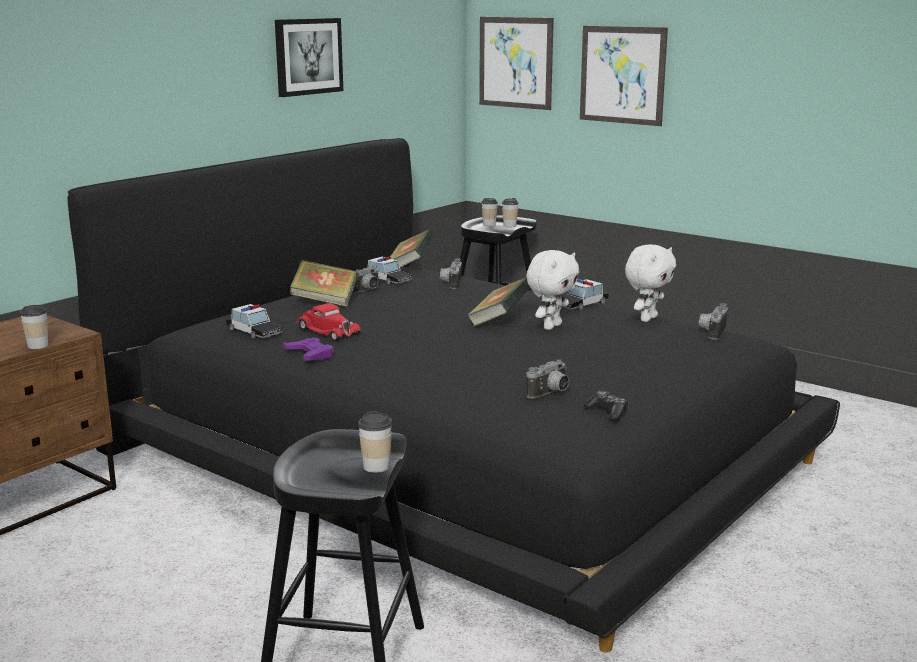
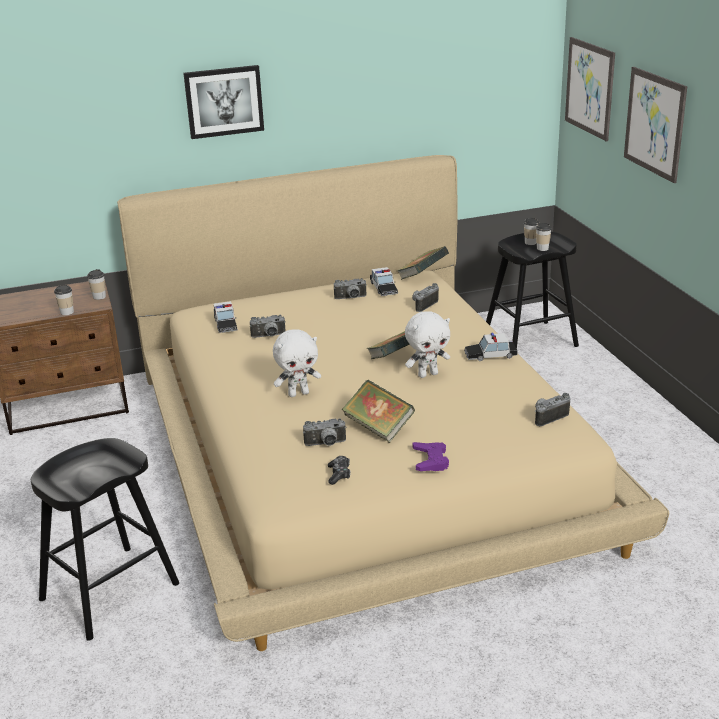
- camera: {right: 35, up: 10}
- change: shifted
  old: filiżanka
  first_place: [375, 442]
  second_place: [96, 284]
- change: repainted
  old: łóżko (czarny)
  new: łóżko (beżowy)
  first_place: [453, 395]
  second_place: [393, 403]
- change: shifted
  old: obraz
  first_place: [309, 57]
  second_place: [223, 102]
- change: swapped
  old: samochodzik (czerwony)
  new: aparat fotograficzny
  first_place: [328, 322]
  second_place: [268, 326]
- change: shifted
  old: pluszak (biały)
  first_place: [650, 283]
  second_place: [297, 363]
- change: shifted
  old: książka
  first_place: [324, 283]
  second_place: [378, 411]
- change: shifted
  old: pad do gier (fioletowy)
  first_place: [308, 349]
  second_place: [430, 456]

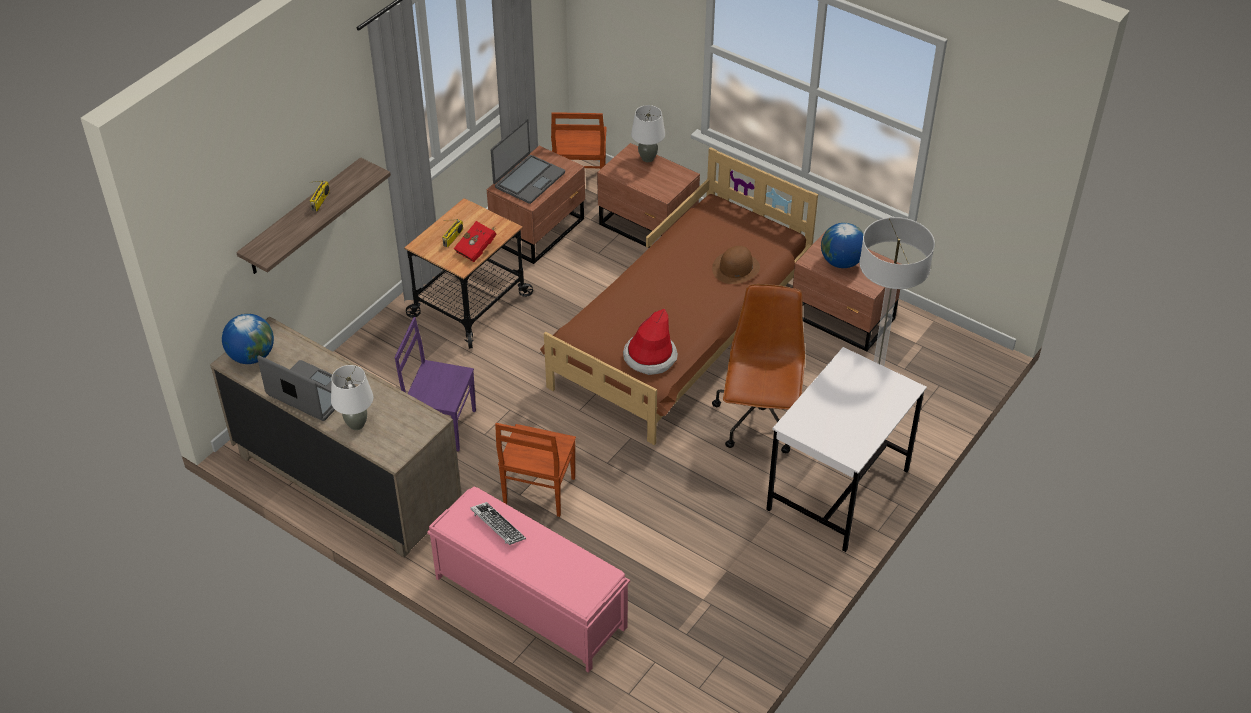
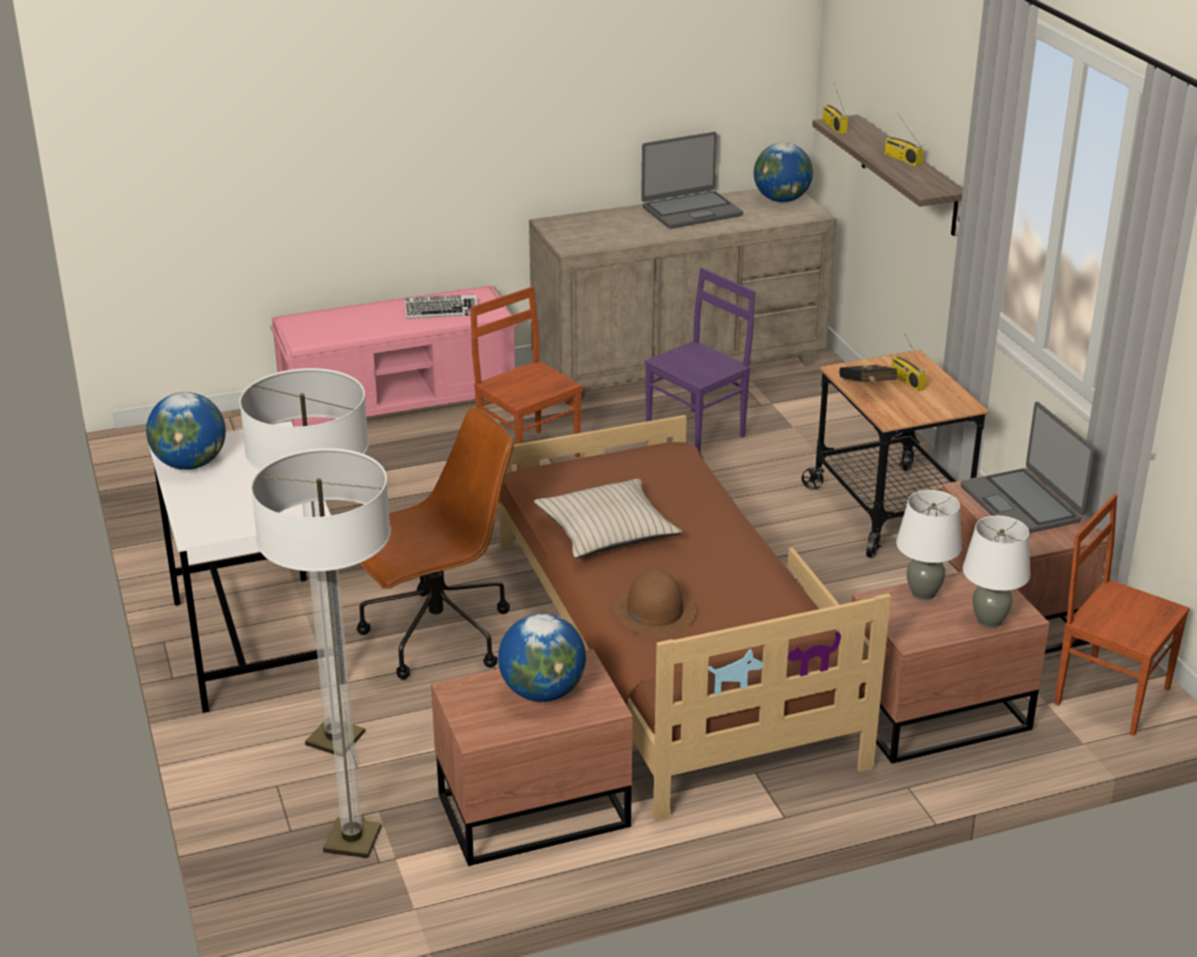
- camera: {right: 125, up: -15}
- change: new
  new: globus
  second_place: [186, 431]
- change: new
  new: lampa stojąca
  second_place: [321, 653]
- change: rotated
  old: krzesło biurowe (brązowy)
  first_place: [758, 368]
  second_place: [435, 543]
  degrees: -75
- change: new
  new: poduszka (beżowy)
  second_place: [608, 518]
- change: new
  new: radio
  second_place: [835, 109]
- change: repainted
  old: książka (czerwony)
  new: książka (czarny)
  first_place: [475, 241]
  second_place: [868, 373]
- change: shifted
  old: lampa stołowa (biały)
  first_place: [352, 397]
  second_place: [929, 545]
- change: gone
  old: kapelusz
  first_place: [650, 342]

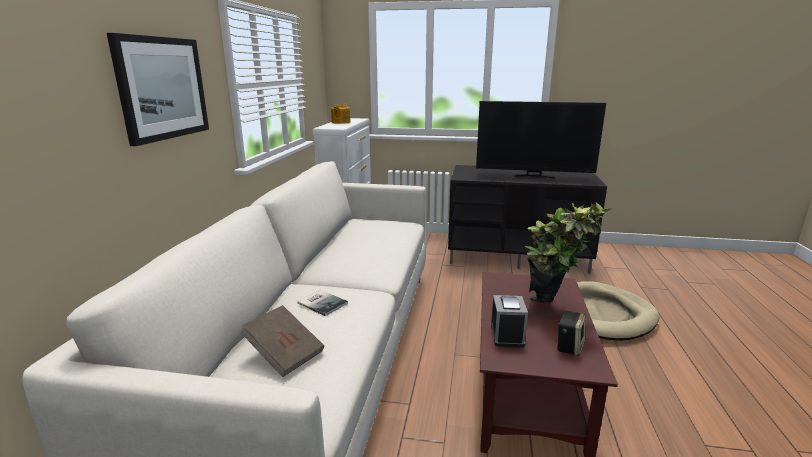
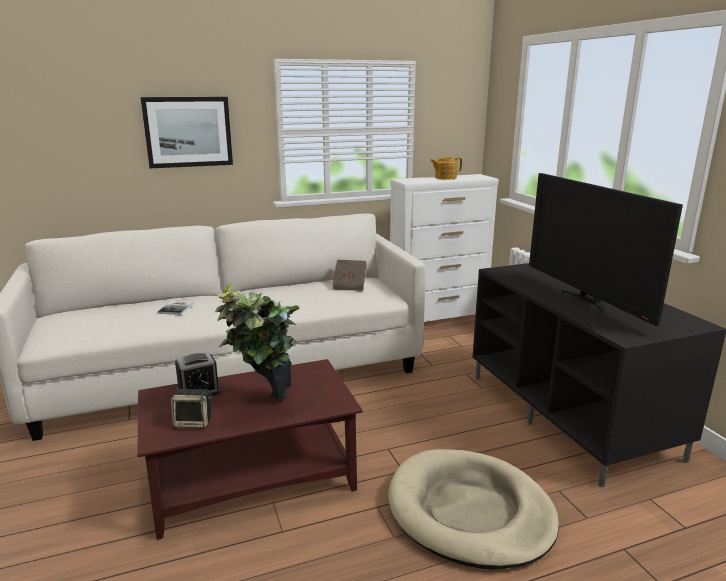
- camera: {right: 60, up: 0}
- change: shifted
  old: książka (brązowy)
  first_place: [282, 341]
  second_place: [349, 275]

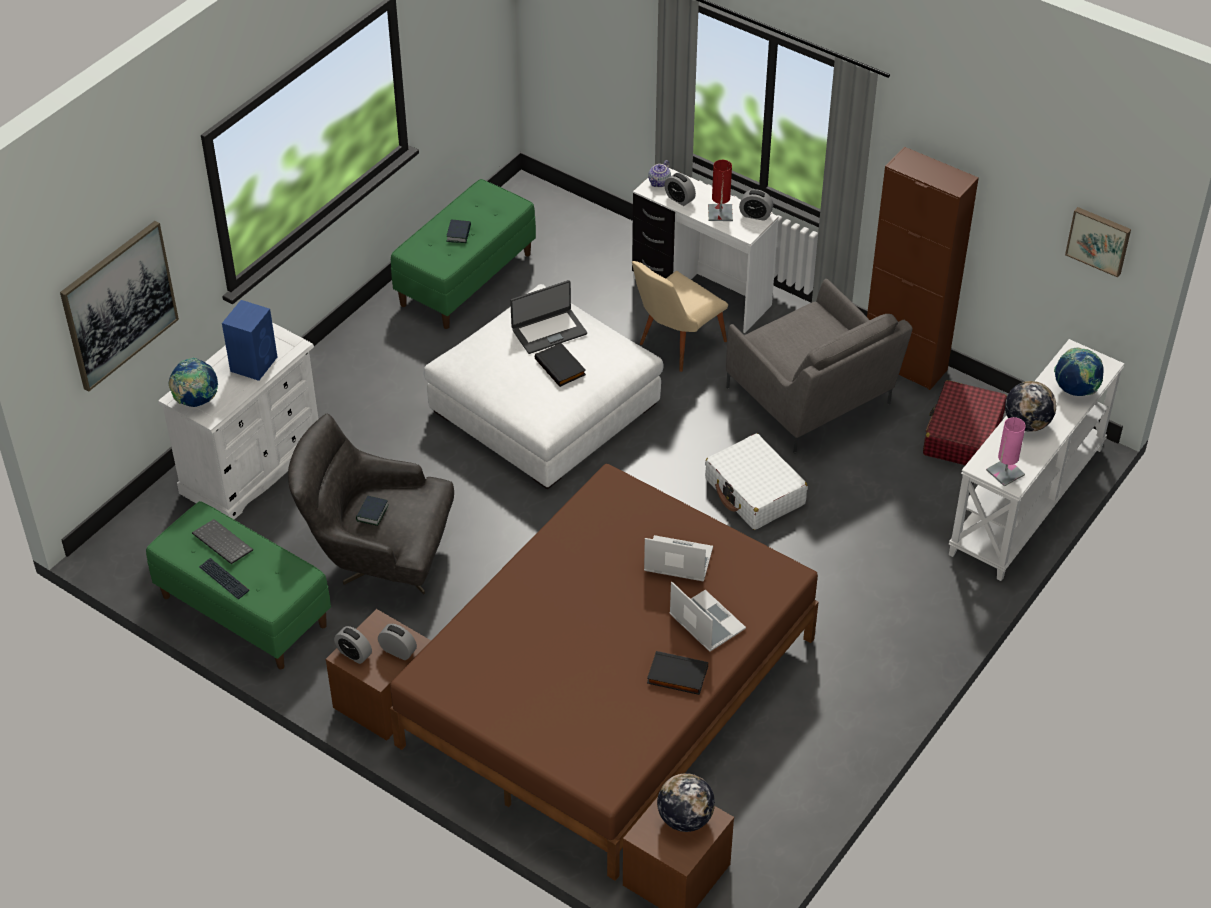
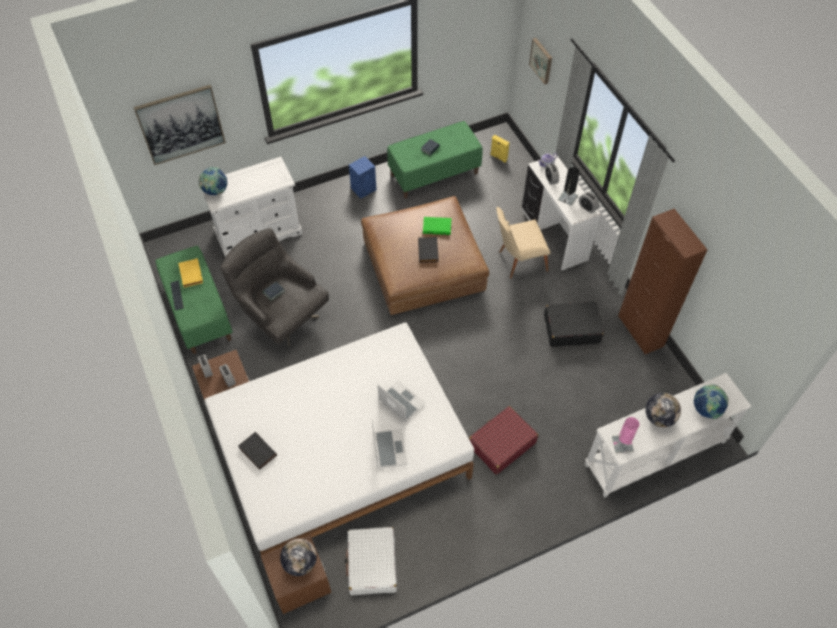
- camera: {right: 30, up: 10}
- change: swapped
  old: klawiatura
  new: książka (żółty)
  first_place: [222, 541]
  second_place: [190, 273]
- change: repainted
  old: łóżko (brązowy)
  new: łóżko (biały)
  first_place: [604, 672]
  second_place: [339, 439]
- change: shifted
  old: książka (czarny)
  first_place: [677, 673]
  second_place: [257, 451]
- change: shifted
  old: walizka (biały)
  first_place: [756, 481]
  second_place: [371, 561]
- change: shifted
  old: głośnik (niebieski)
  first_place: [249, 340]
  second_place: [362, 177]
- change: repainted
  old: pufa (biały)
  new: pufa (brązowy)
  first_place: [543, 386]
  second_place: [425, 256]
- change: swapped
  old: laptop
  new: książka (zielony)
  first_place: [548, 317]
  second_place: [437, 226]
- change: shifted
  old: walizka (czerwony)
  first_place: [965, 422]
  second_place: [503, 440]
- change: new
  new: głośnik (żółty)
  second_place: [500, 149]
- change: shifted
  old: obraz
  first_place: [1098, 242]
  second_place: [540, 61]
- change: swapped
  old: fotel (szary)
  new: walizka (czarny)
  first_place: [819, 366]
  second_place: [574, 324]
- change: repainted
  old: lampa stołowa (czerwony)
  new: lampa stołowa (czarny)
  first_place: [720, 190]
  second_place: [569, 186]

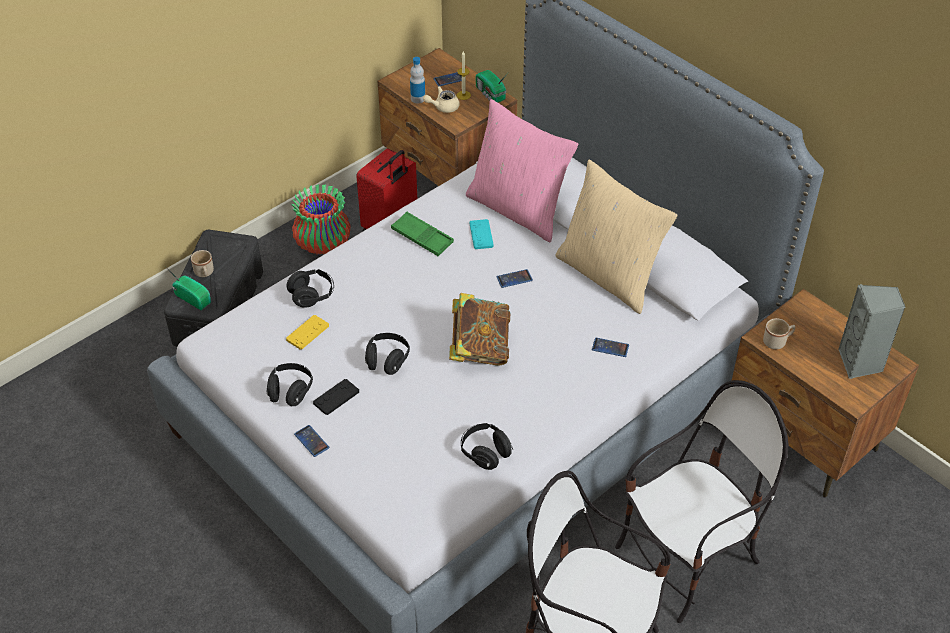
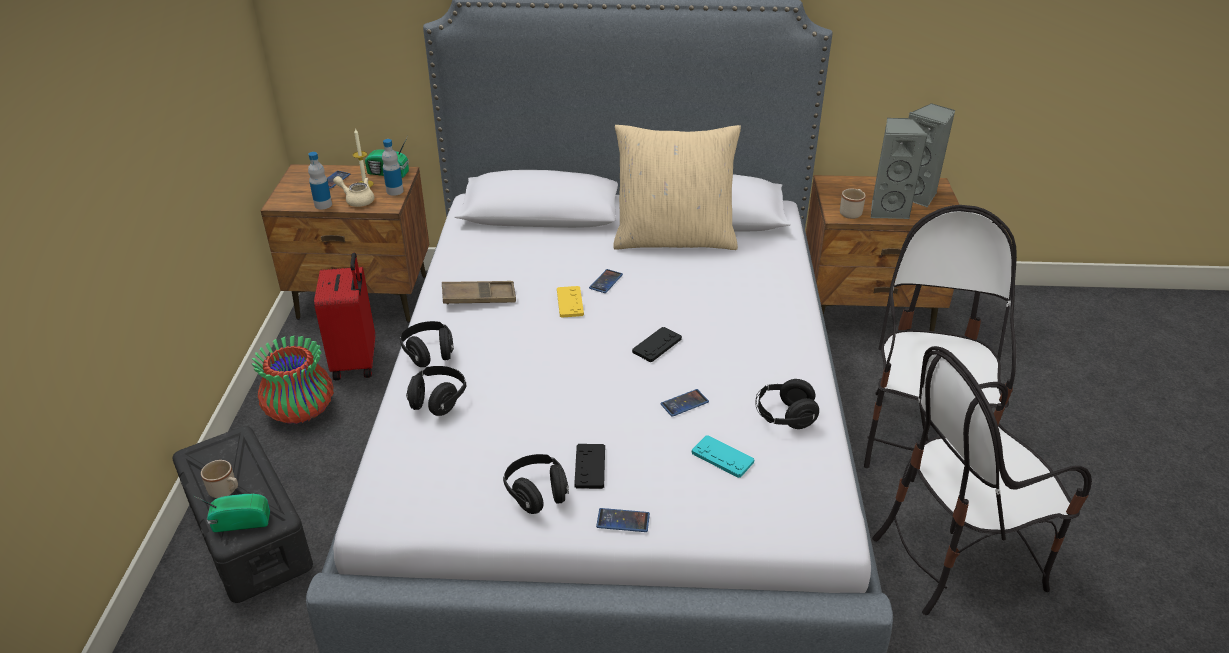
- camera: {right: -45, up: -10}
- change: rotated
  old: imbryk (beżowy)
  first_place: [441, 99]
  second_place: [353, 191]
  degrees: 90
- change: new
  new: butelka
  second_place: [393, 167]
- change: shifted
  old: słuchawki (czarny)
  first_place: [387, 354]
  second_place: [427, 344]
- change: repainted
  old: taca (zielony)
  new: taca (brązowy)
  first_place: [422, 234]
  second_place: [479, 292]
- change: shifted
  old: pad do gier (żółty)
  first_place: [307, 332]
  second_place: [570, 302]
- change: swapped
  old: książka
  new: pad do gier (czarny)
  first_place: [479, 329]
  second_place: [657, 344]
- change: shifted
  old: telefon
  first_place: [610, 347]
  second_place: [684, 403]
- change: shifted
  old: pad do gier (turkusowy)
  first_place: [481, 234]
  second_place: [723, 457]
- change: new
  new: głośnik (szary)
  second_place: [899, 168]
- change: gone
  old: poduszka (różowy)
  first_place: [522, 170]

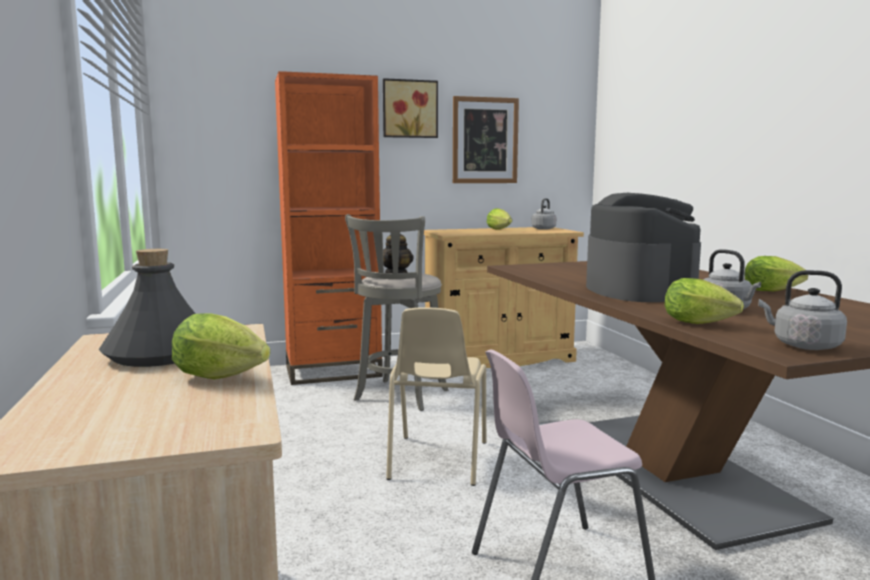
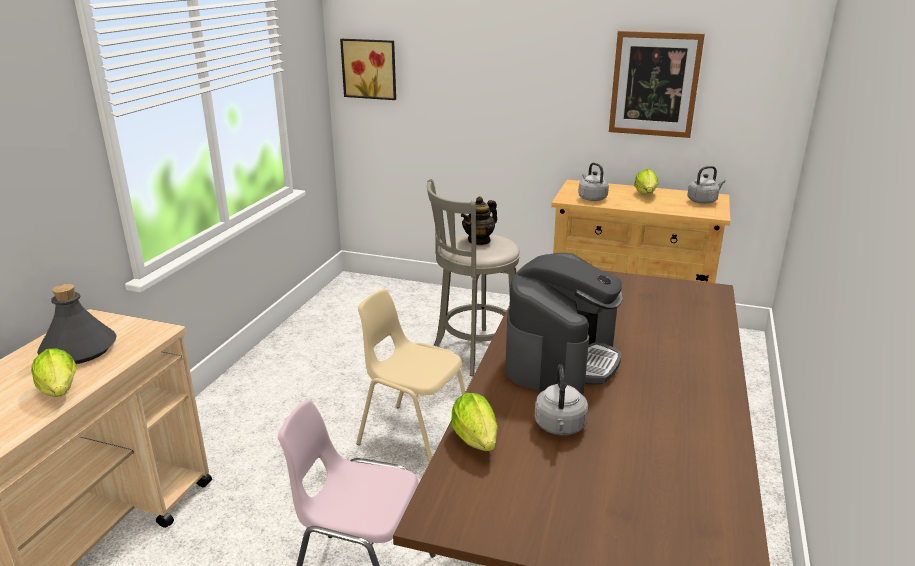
- camera: {right: 35, up: 15}
- change: shifted
  old: obraz
  first_place: [410, 108]
  second_place: [368, 69]
- change: rotated
  old: krzesło (beżowy)
  first_place: [436, 396]
  second_place: [411, 376]
  degrees: 75
- change: shifted
  old: czajnik (szary)
  first_place: [802, 310]
  second_place: [593, 182]
- change: gone
  old: regał (pomarańczowy)
  first_place: [329, 228]
- change: gone
  old: sałata
  first_place: [776, 273]

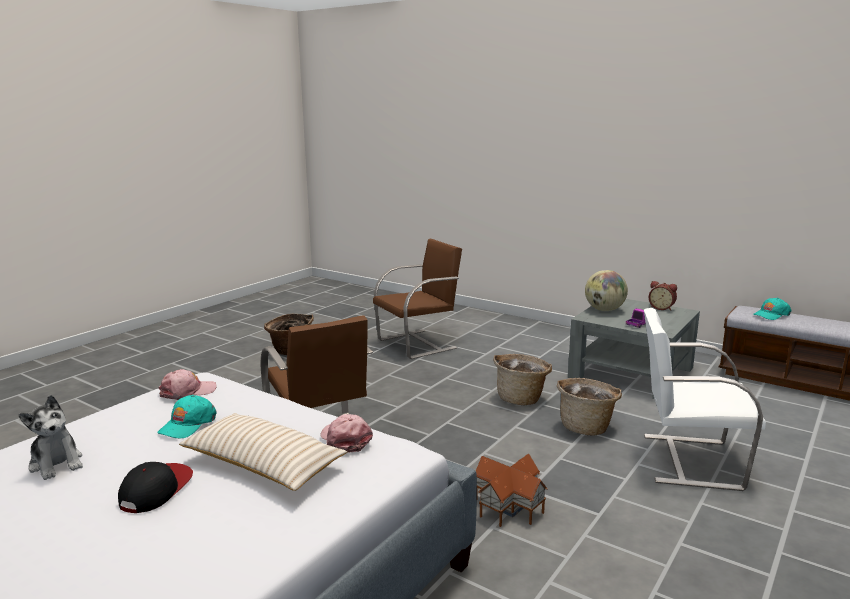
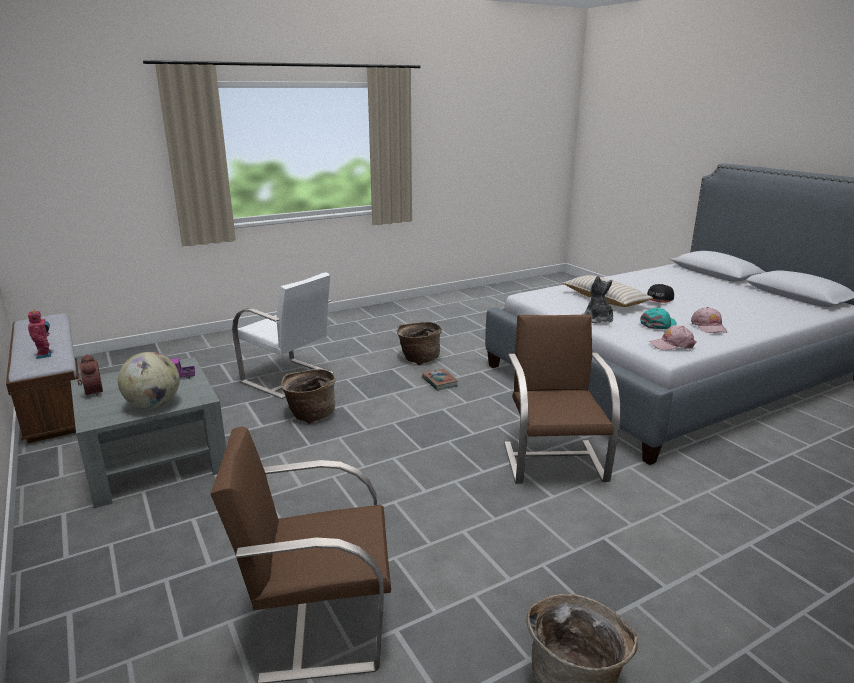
- camera: {right: -155, up: 5}
- change: swapped
  old: czapka z daszkiem (turkusowy)
  new: robot zabawkowy
  first_place: [772, 309]
  second_place: [40, 334]
- change: shifted
  old: koszyk
  first_place: [522, 379]
  second_place: [419, 343]
- change: swapped
  old: domek
  new: książka
  first_place: [512, 490]
  second_place: [440, 379]
- change: shifted
  old: pluszak
  first_place: [51, 437]
  second_place: [597, 299]
- change: shifted
  old: czapka z daszkiem (różowy)
  first_place: [346, 433]
  second_place: [709, 320]

